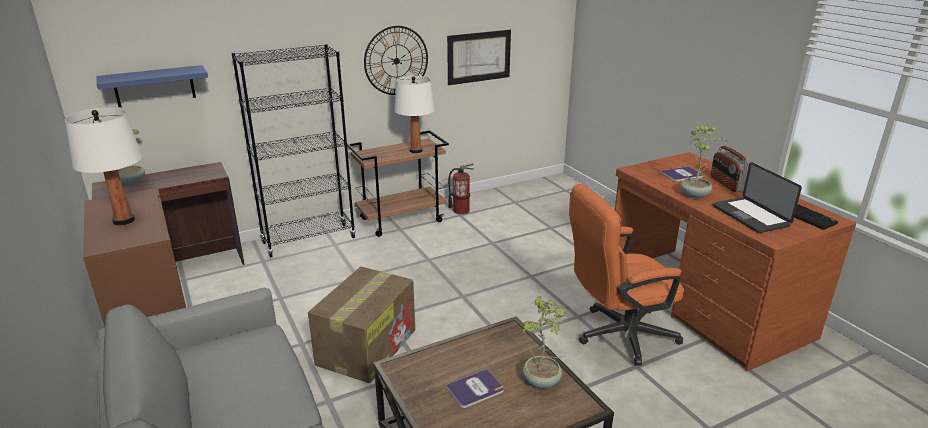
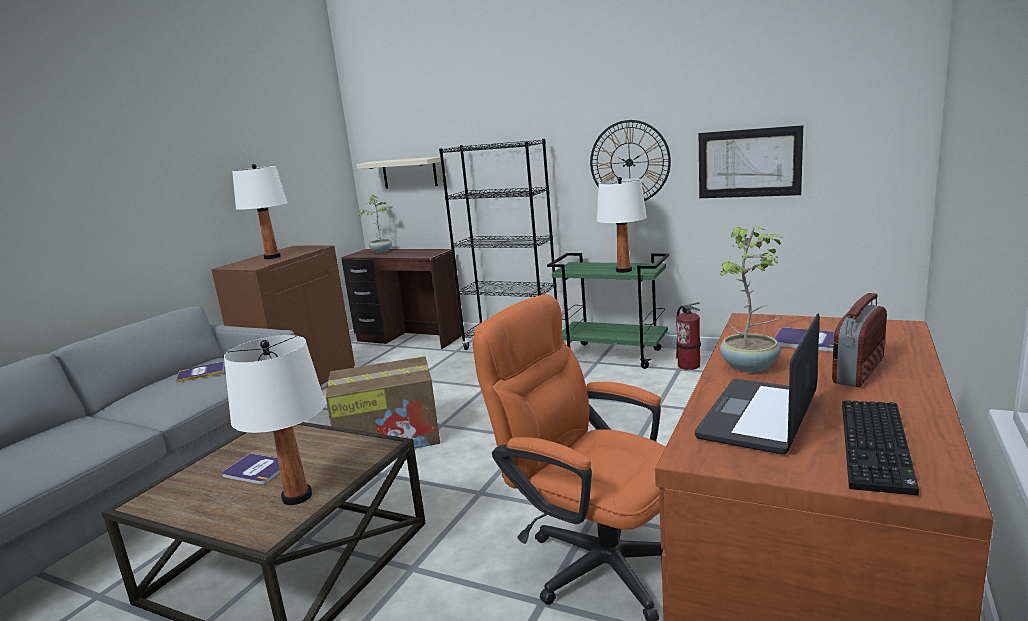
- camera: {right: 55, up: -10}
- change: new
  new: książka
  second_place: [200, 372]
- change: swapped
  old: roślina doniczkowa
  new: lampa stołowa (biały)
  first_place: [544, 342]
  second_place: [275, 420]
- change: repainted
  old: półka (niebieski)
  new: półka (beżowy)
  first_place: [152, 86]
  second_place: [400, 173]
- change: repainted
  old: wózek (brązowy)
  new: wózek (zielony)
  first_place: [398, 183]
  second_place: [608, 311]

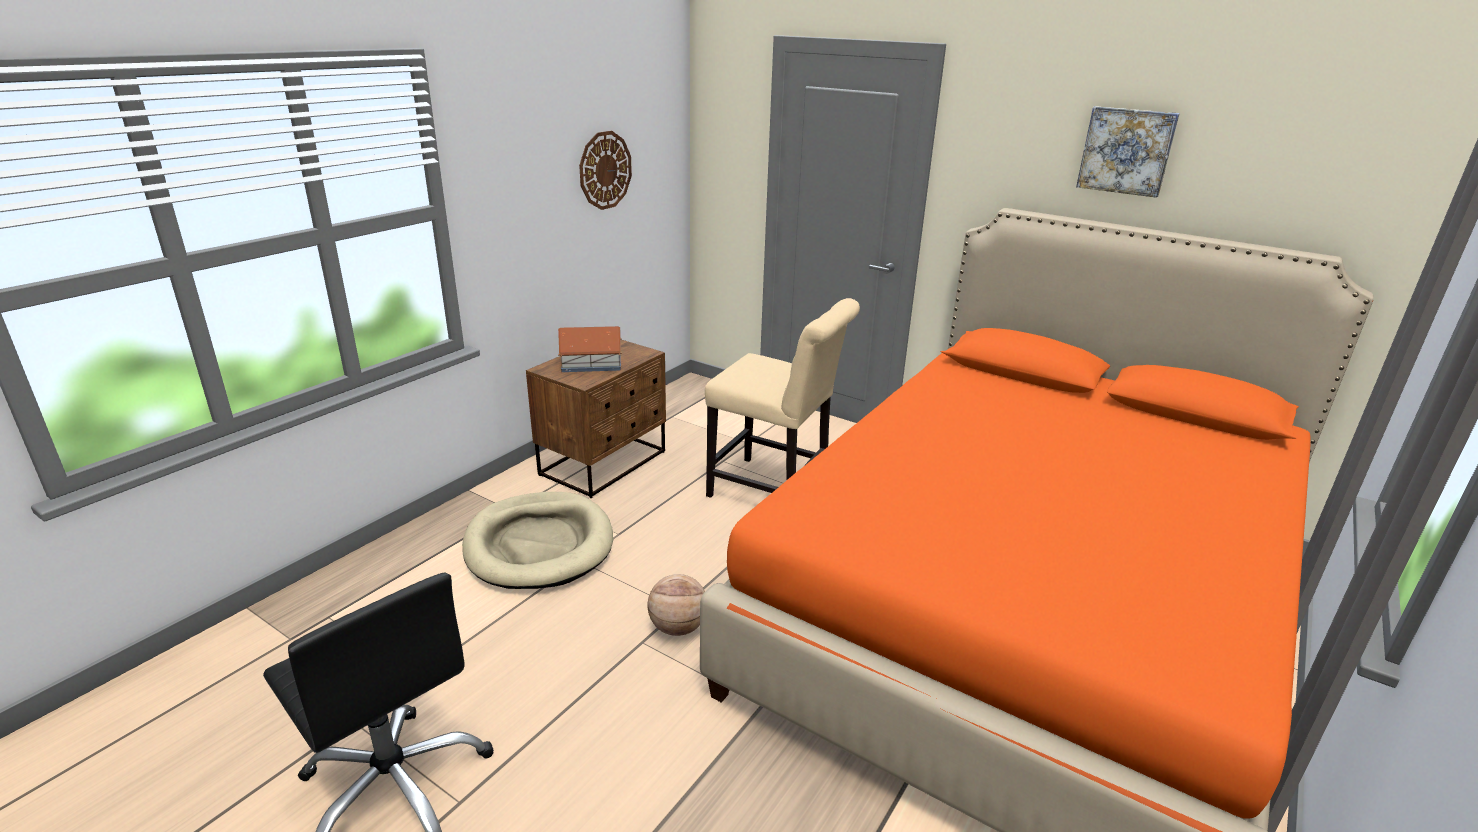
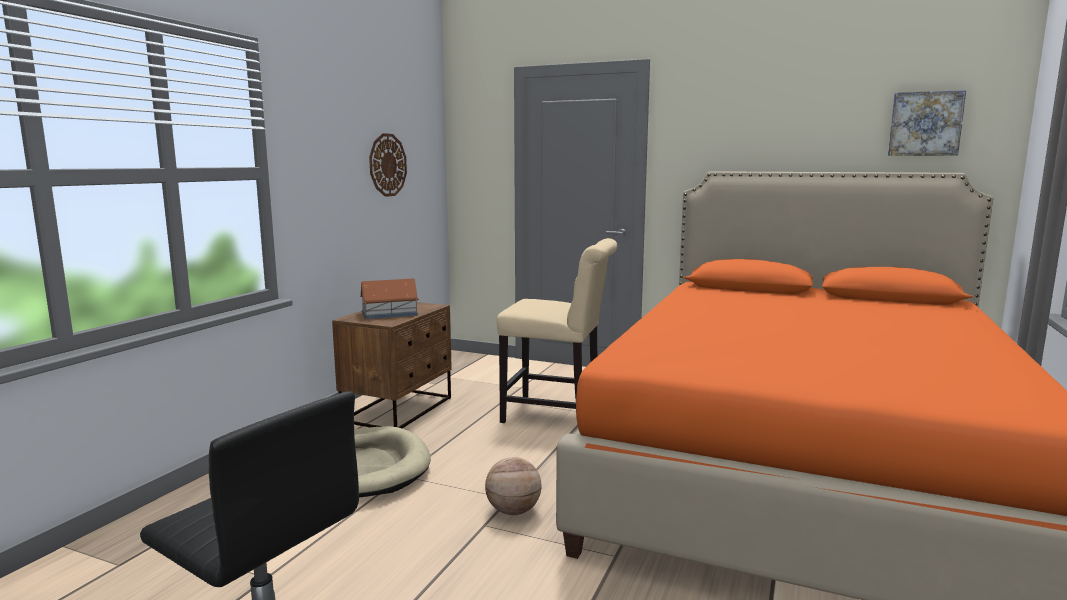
- camera: {right: -10, up: -15}
- change: shifted
  old: obraz
  first_place: [1128, 152]
  second_place: [927, 123]

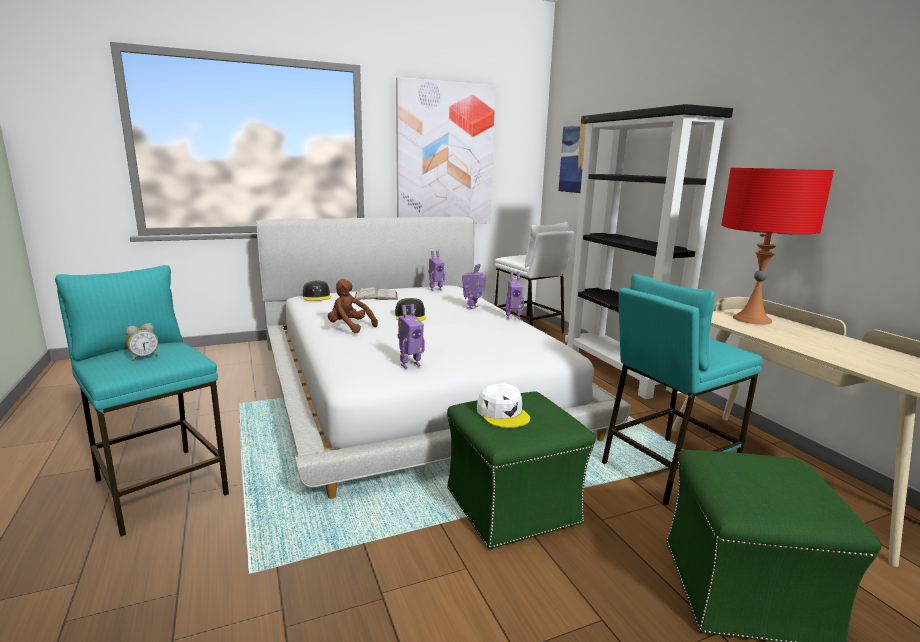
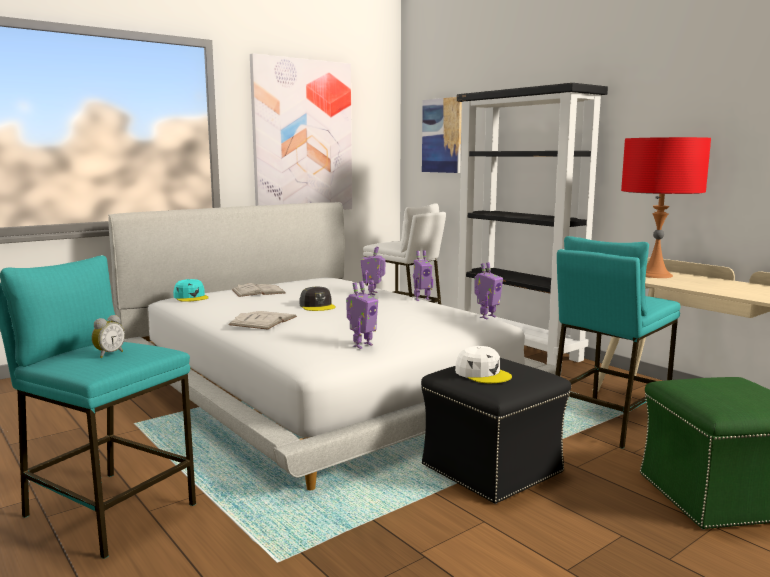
- camera: {right: -15, up: -5}
- change: repainted
  old: czapka z daszkiem (szary)
  new: czapka z daszkiem (turkusowy)
  first_place: [317, 291]
  second_place: [191, 290]
- change: swapped
  old: pluszak (brązowy)
  new: książka (biały)
  first_place: [353, 306]
  second_place: [263, 320]
- change: repainted
  old: pufa (zielony)
  new: pufa (czarny)
  first_place: [521, 470]
  second_place: [496, 431]
- change: shifted
  old: robot zabawkowy
  first_place: [436, 271]
  second_place: [488, 290]

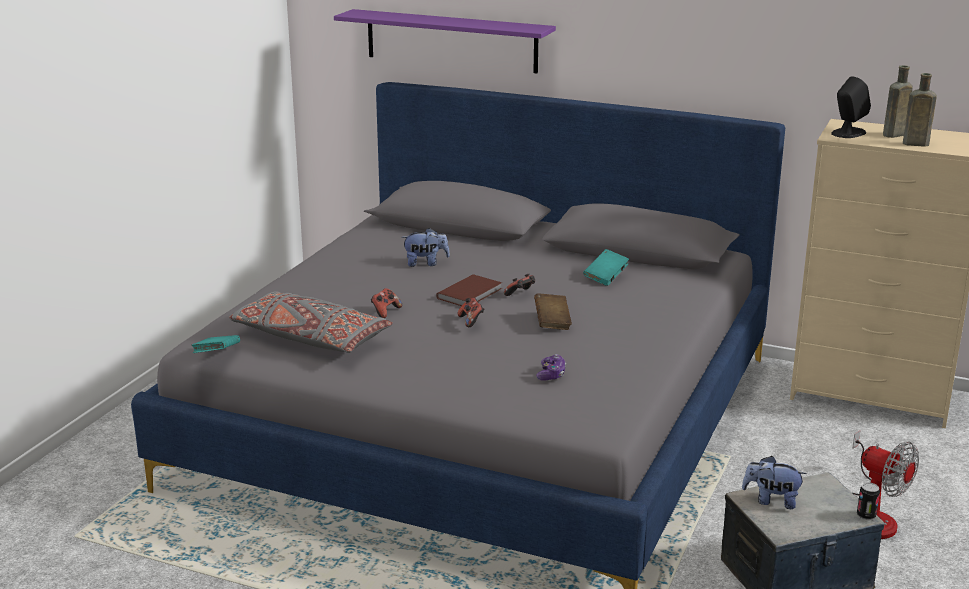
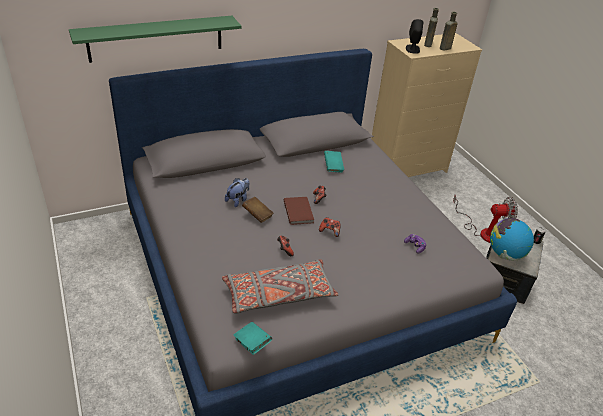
- camera: {right: -50, up: 15}
- change: repainted
  old: półka (fioletowy)
  new: półka (zielony)
  first_place: [445, 41]
  second_place: [155, 39]
- change: shifted
  old: książka (brązowy)
  first_place: [553, 311]
  second_place: [257, 210]
- change: swapped
  old: pluszak
  new: globus
  first_place: [774, 482]
  second_place: [512, 239]

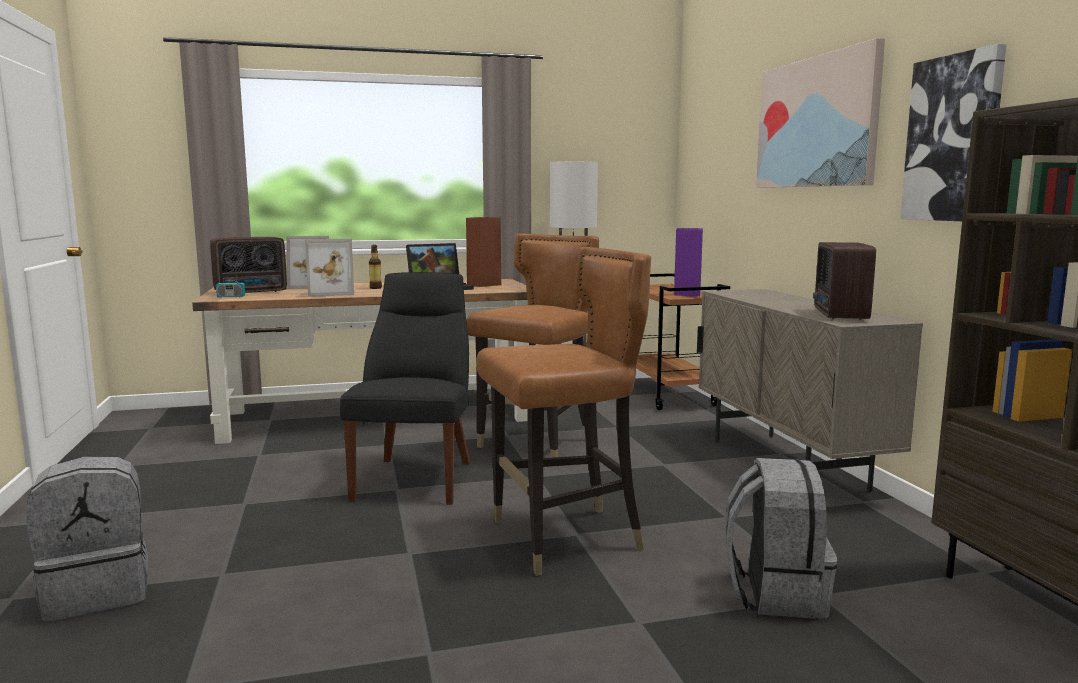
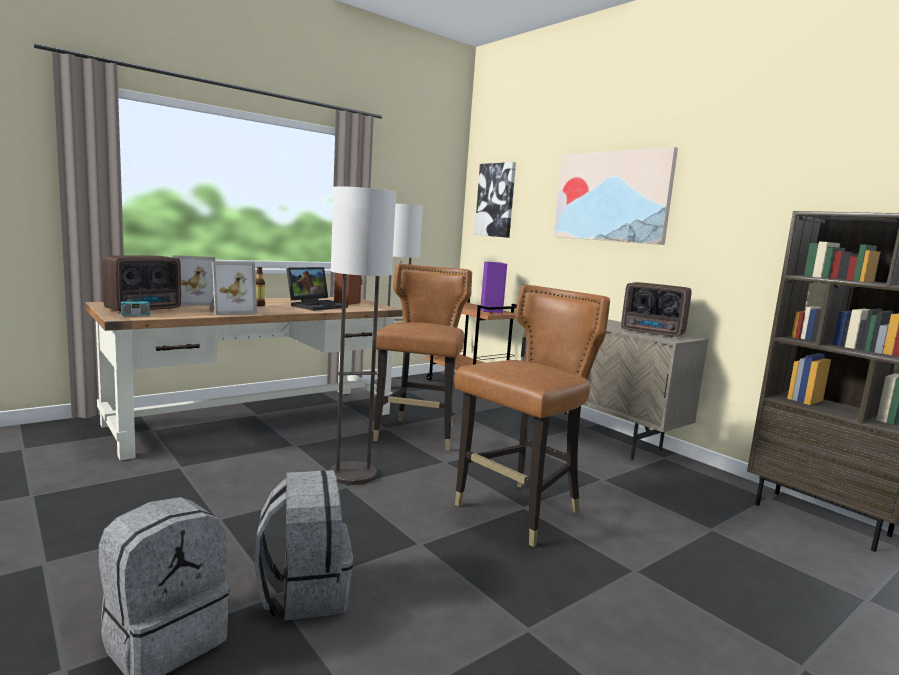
- camera: {right: -25, up: 0}
- change: shifted
  old: plecak (szary)
  first_place: [781, 538]
  second_place: [303, 545]
- change: swapped
  old: krzesło (czarny)
  new: lampa stojąca
  first_place: [405, 388]
  second_place: [363, 335]
- change: shifted
  old: obraz
  first_place: [953, 132]
  second_place: [495, 200]
- change: rotated
  old: radio
  first_place: [844, 281]
  second_place: [656, 309]
  degrees: -45

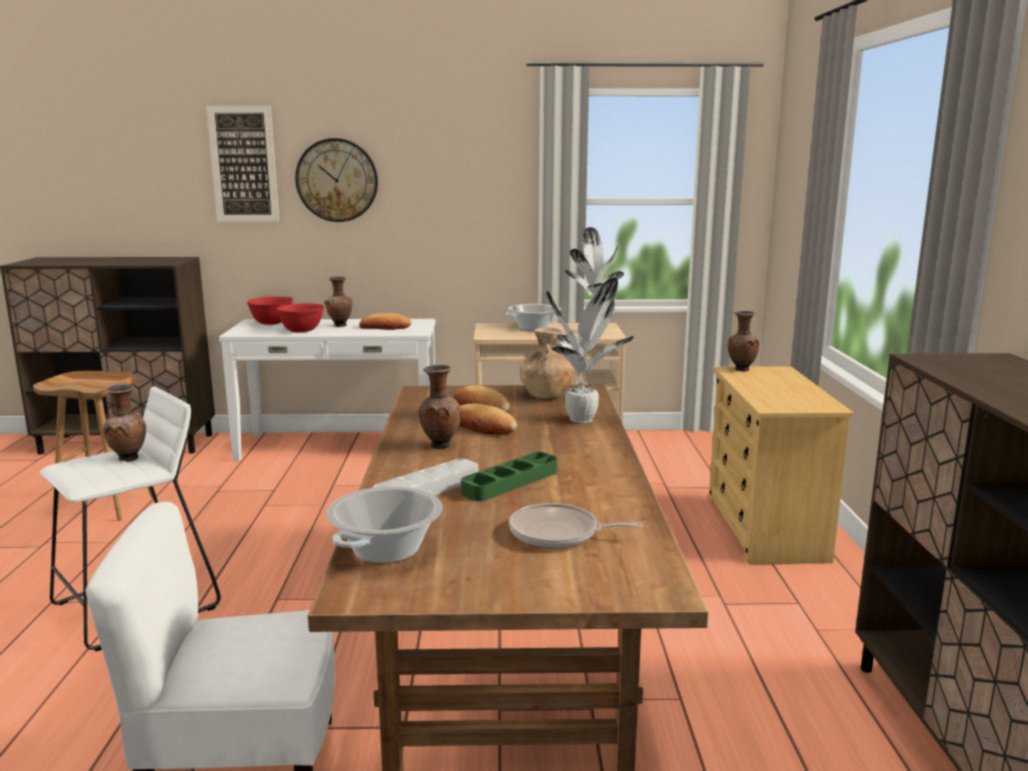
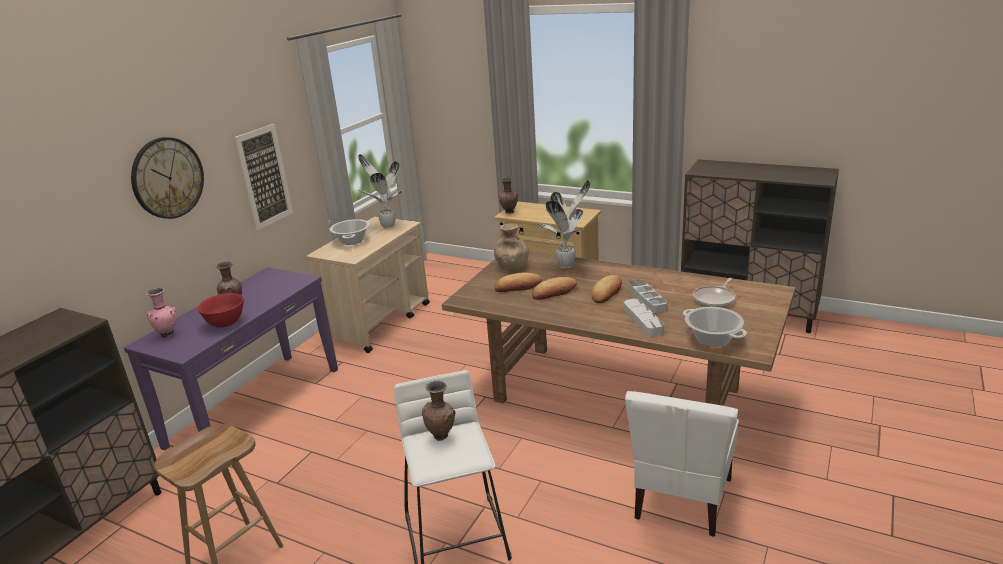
- camera: {right: -60, up: 10}
- change: repainted
  old: stolik konsolowy (biały)
  new: stolik konsolowy (fioletowy)
  first_place: [327, 390]
  second_place: [231, 359]
- change: swapped
  old: miska (czerwony)
  new: wazon (różowy)
  first_place: [270, 311]
  second_place: [161, 312]
- change: shifted
  old: obraz
  first_place: [242, 164]
  second_place: [263, 177]
- change: shifted
  old: chleb
  first_place: [385, 321]
  second_place: [606, 289]
- change: repainted
  old: taca (zielony)
  new: taca (szary)
  first_place: [509, 476]
  second_place: [647, 296]
- change: gone
  old: wazon (brązowy)
  first_place: [440, 407]

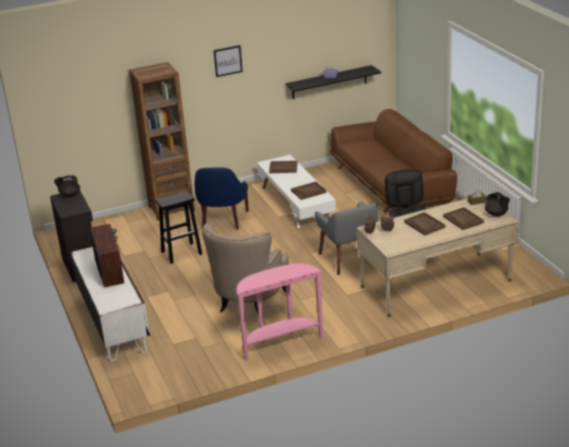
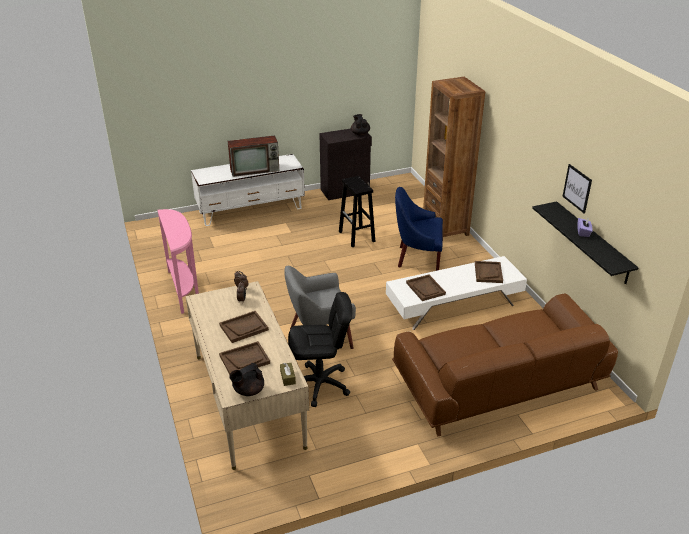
- camera: {right: 90, up: 5}
- change: shifted
  old: obraz
  first_place: [228, 61]
  second_place: [577, 189]
- change: gone
  old: fotel (beżowy)
  first_place: [247, 268]

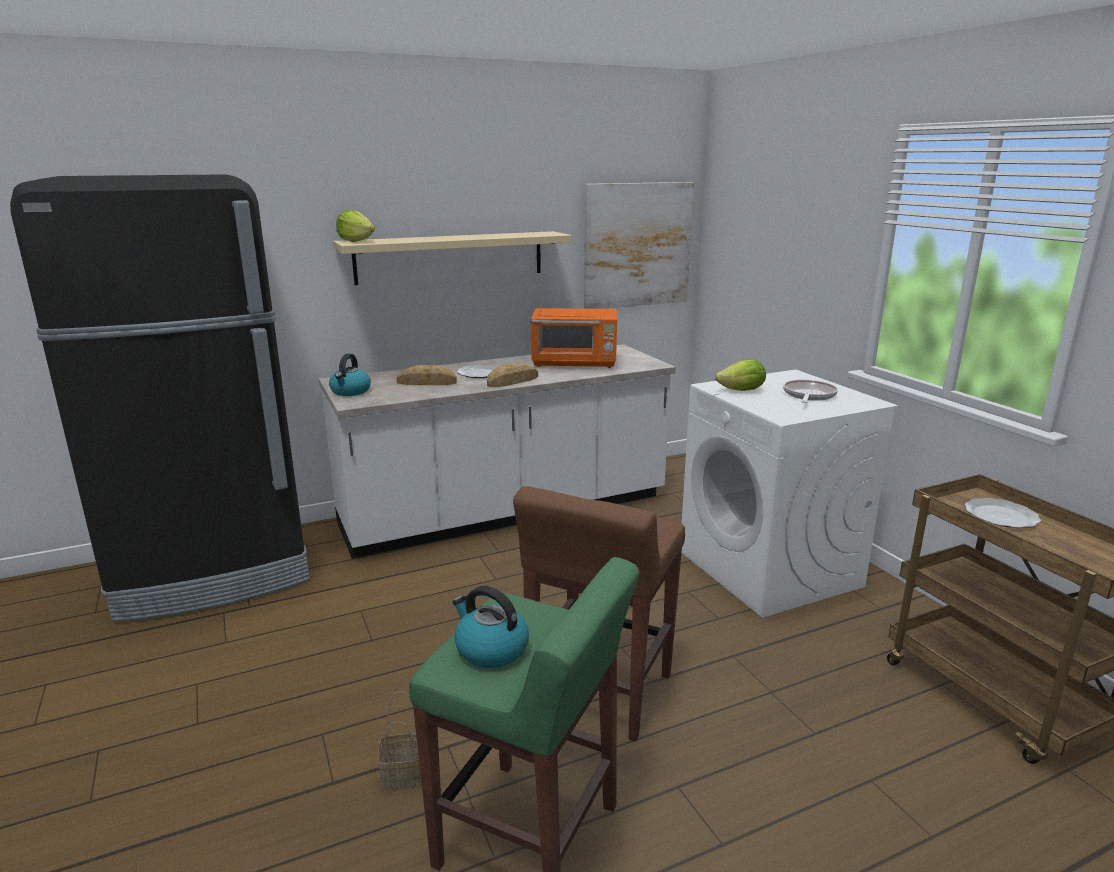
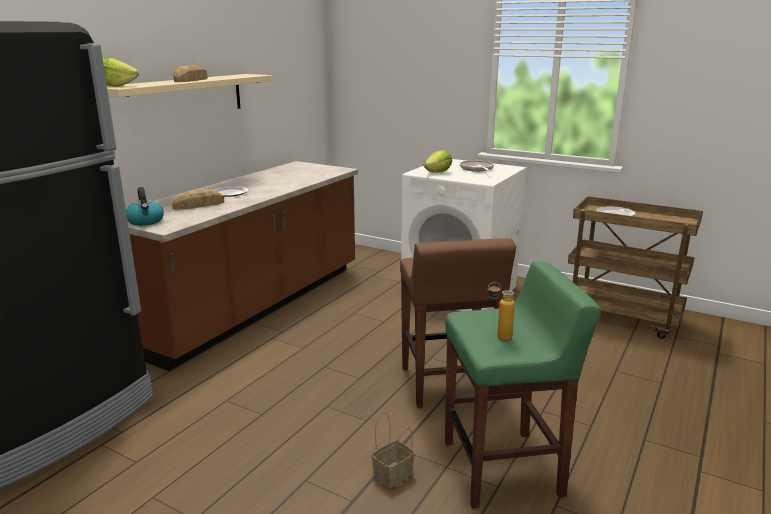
- camera: {right: -35, up: 0}
- change: repainted
  old: zabudowa kuchenna (biały)
  new: zabudowa kuchenna (brązowy)
  first_place: [497, 451]
  second_place: [243, 266]
- change: shifted
  old: chleb
  first_place: [512, 375]
  second_place: [190, 73]
- change: swapped
  old: czajnik
  new: butelka
  first_place: [490, 627]
  second_place: [501, 311]
- change: gone
  old: mikrofalówka (pomarańczowy)
  first_place: [574, 338]
- change: gone
  old: obraz
  first_place: [639, 245]

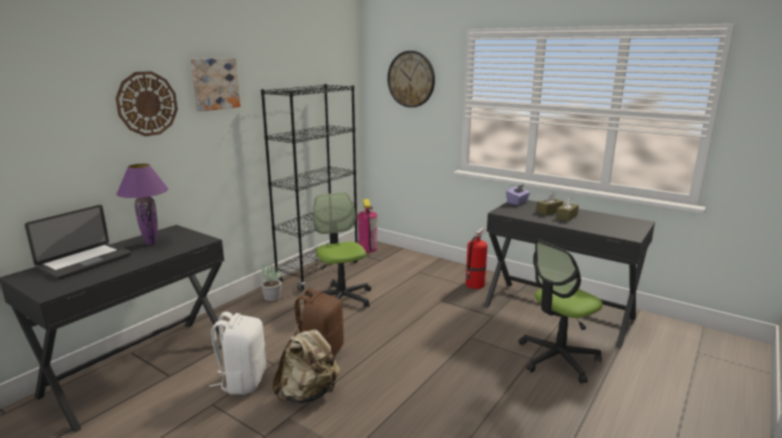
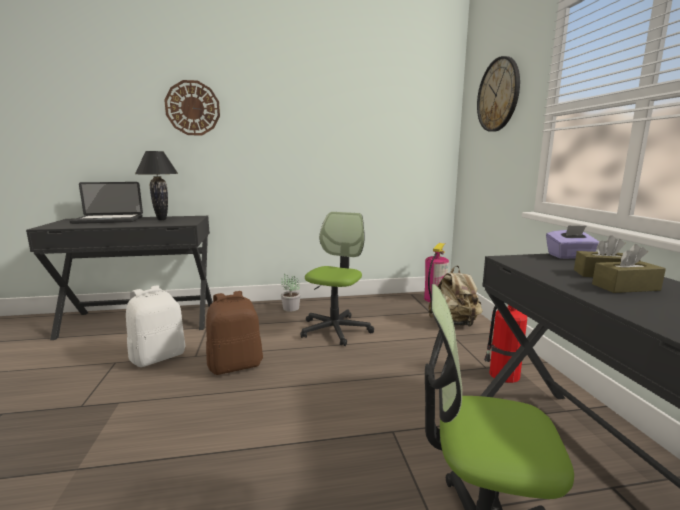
- camera: {right: 45, up: -5}
- change: repainted
  old: lampa stołowa (fioletowy)
  new: lampa stołowa (czarny)
  first_place: [142, 204]
  second_place: [156, 185]
- change: shifted
  old: plecak (beżowy)
  first_place: [306, 363]
  second_place: [455, 296]
- change: gone
  old: obraz
  first_place: [216, 84]
- change: gone
  old: regał (czarny)
  first_place: [309, 187]

